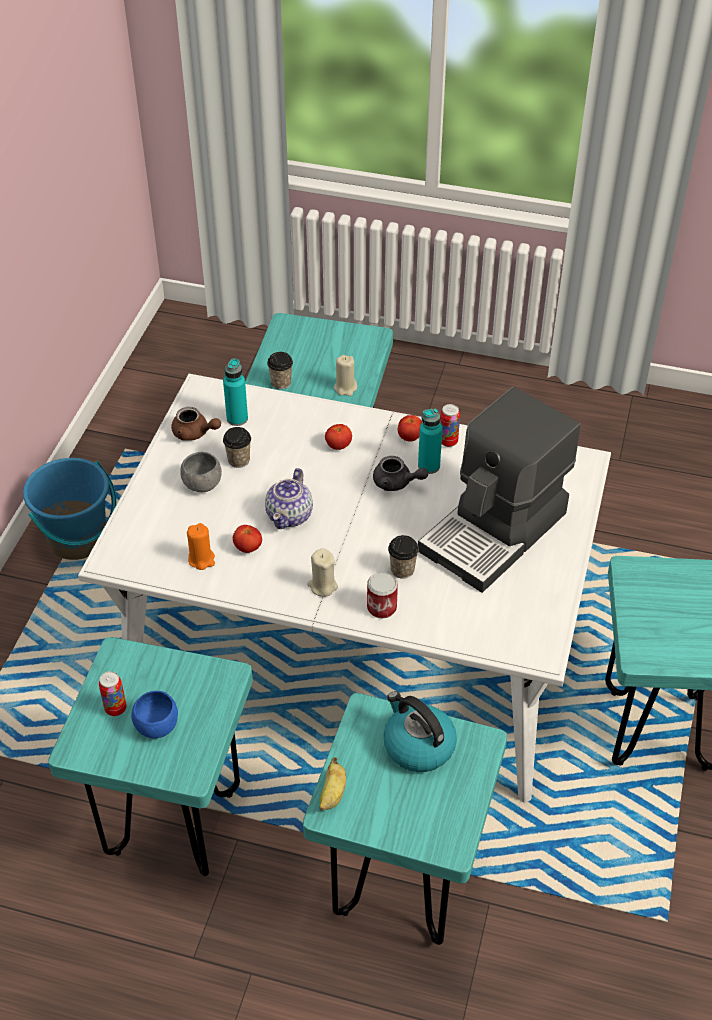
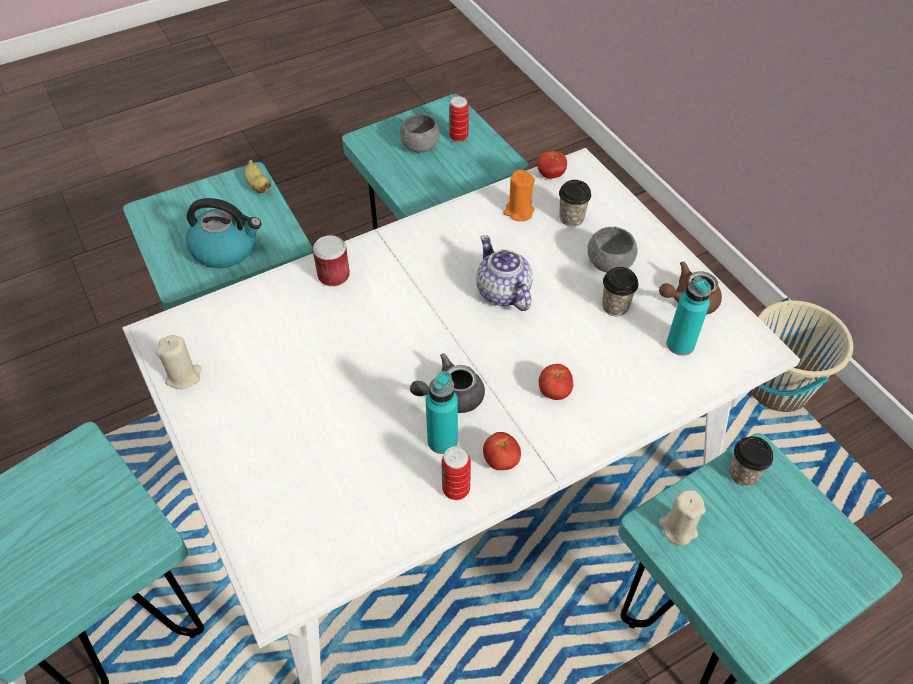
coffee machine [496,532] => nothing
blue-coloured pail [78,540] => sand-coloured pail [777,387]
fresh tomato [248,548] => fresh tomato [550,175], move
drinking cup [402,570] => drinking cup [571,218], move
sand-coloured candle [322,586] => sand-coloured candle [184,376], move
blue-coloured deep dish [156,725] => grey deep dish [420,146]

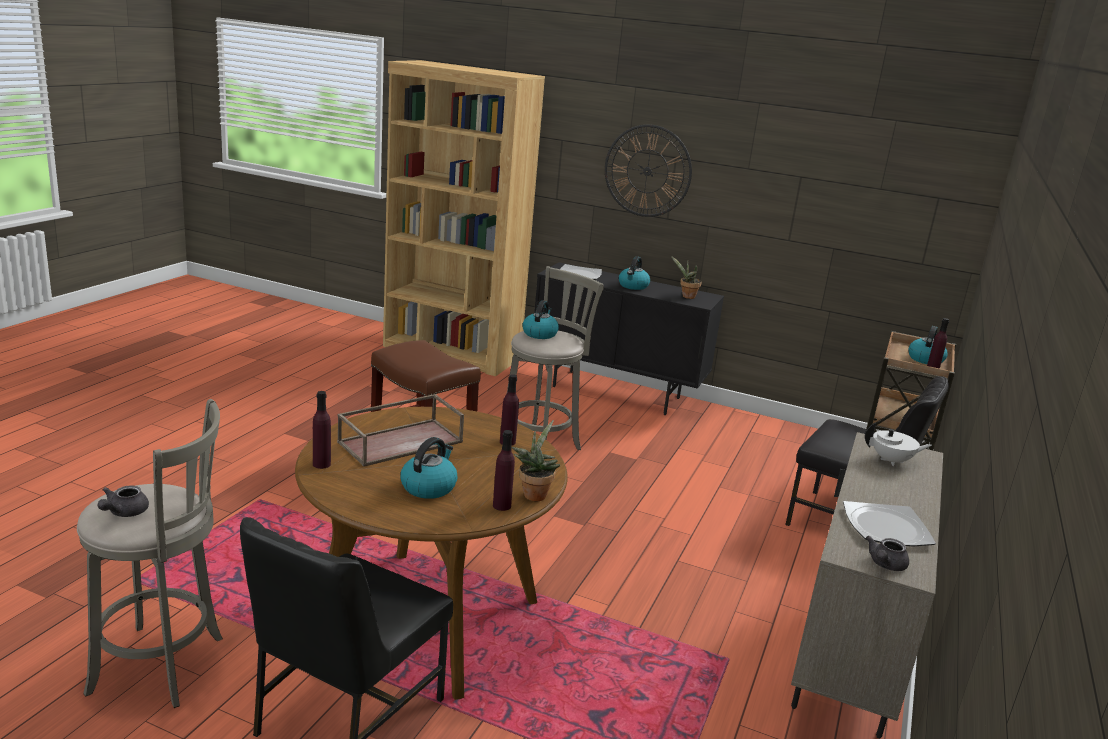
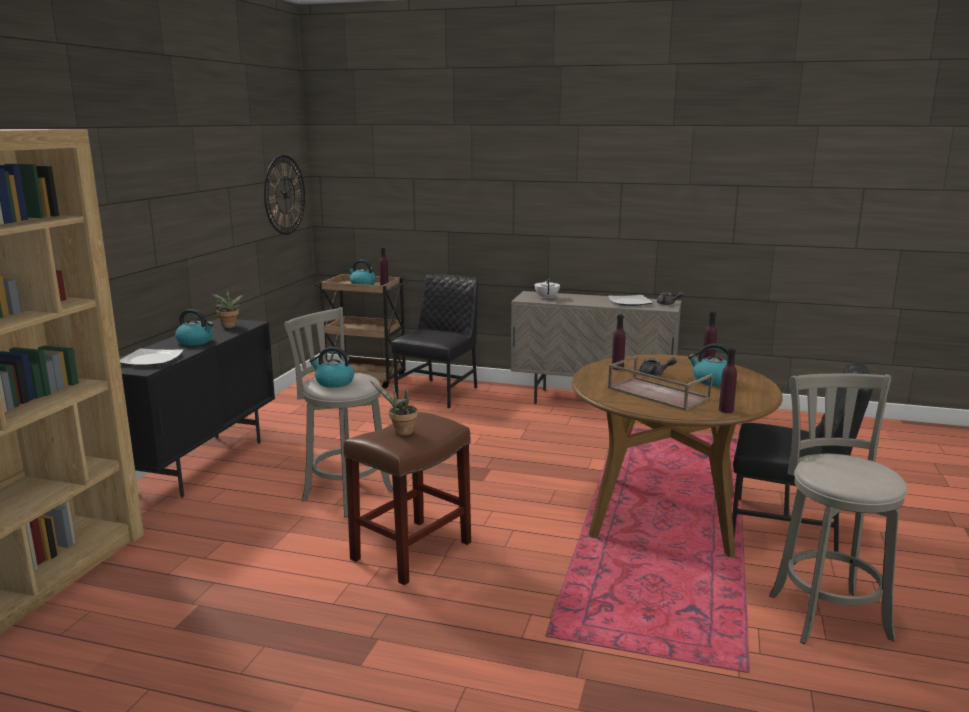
clock on the wall [647,171] => clock on the wall [285,195], move
plant in a pot [534,494] => plant in a pot [401,432], move
grey tea pot [124,512] => grey tea pot [655,374], move

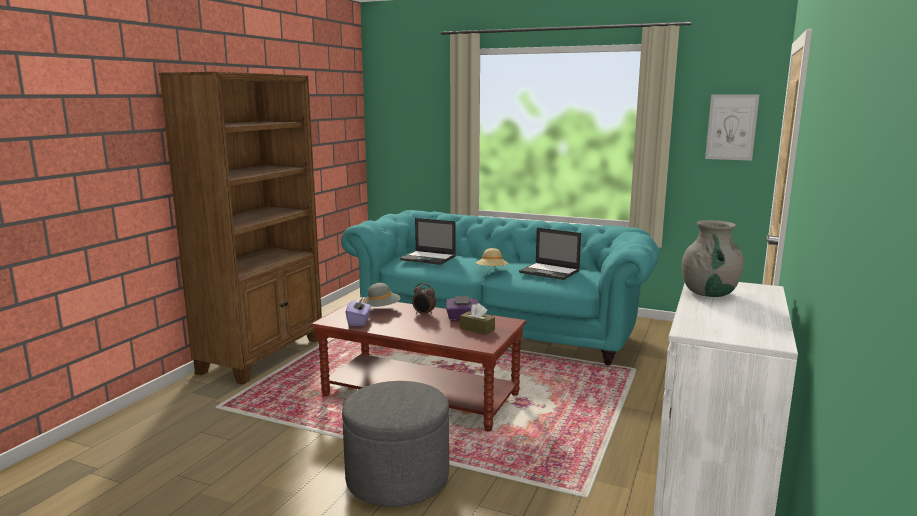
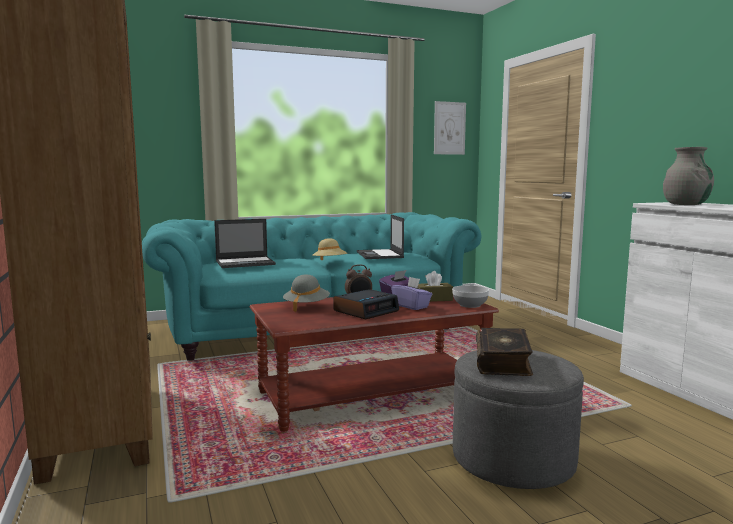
notebook computer [550,271] => notebook computer [380,255], 90 degrees clockwise
purple-coloured tissue holder [359,321] => purple-coloured tissue holder [411,306], move
nothing => deep dish [470,305]
nothing => alarm clock [366,311]
nothing => book [503,361]

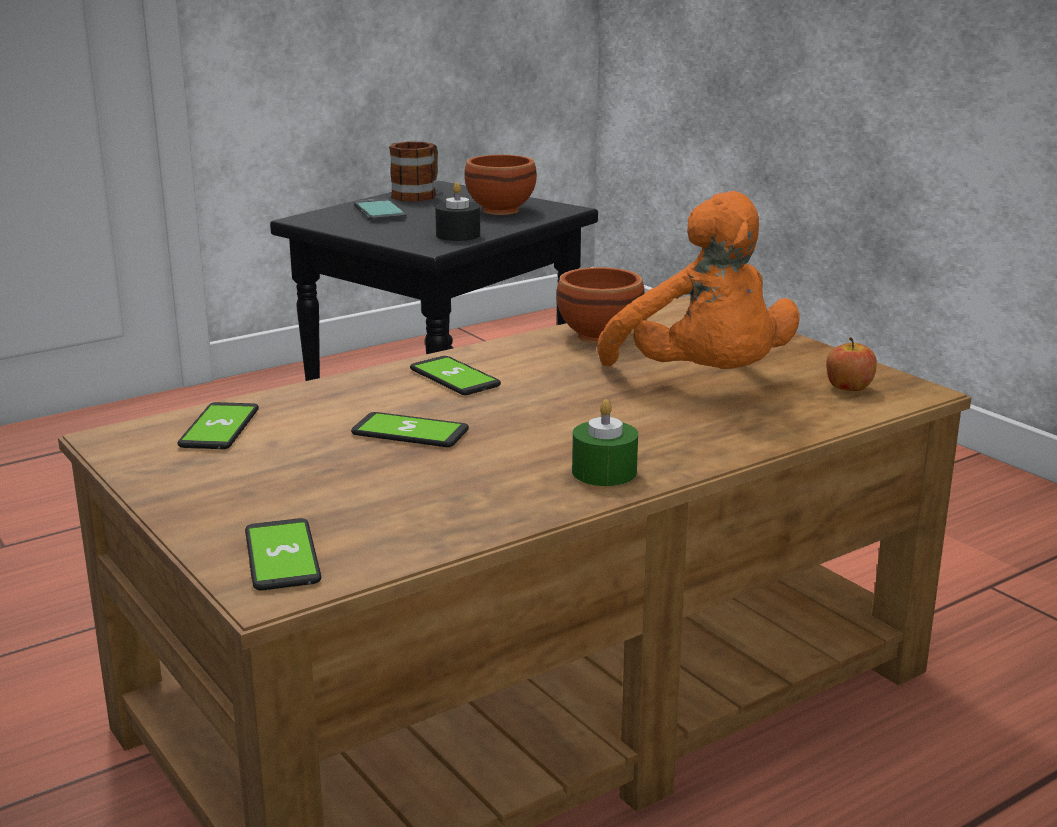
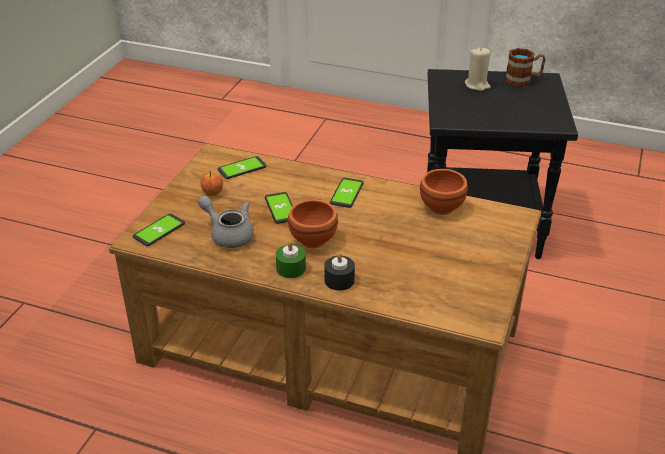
brown deep dish [500,210] => brown deep dish [314,239], move
black-coloured candle [458,235] => black-coloured candle [339,280], move
orange cuddly toy [703,381] => nothing
handset [379,212] => sand-coloured candle [477,85]
whole apple [849,388] => whole apple [212,192], move
nothing => grey tea pot [228,234]

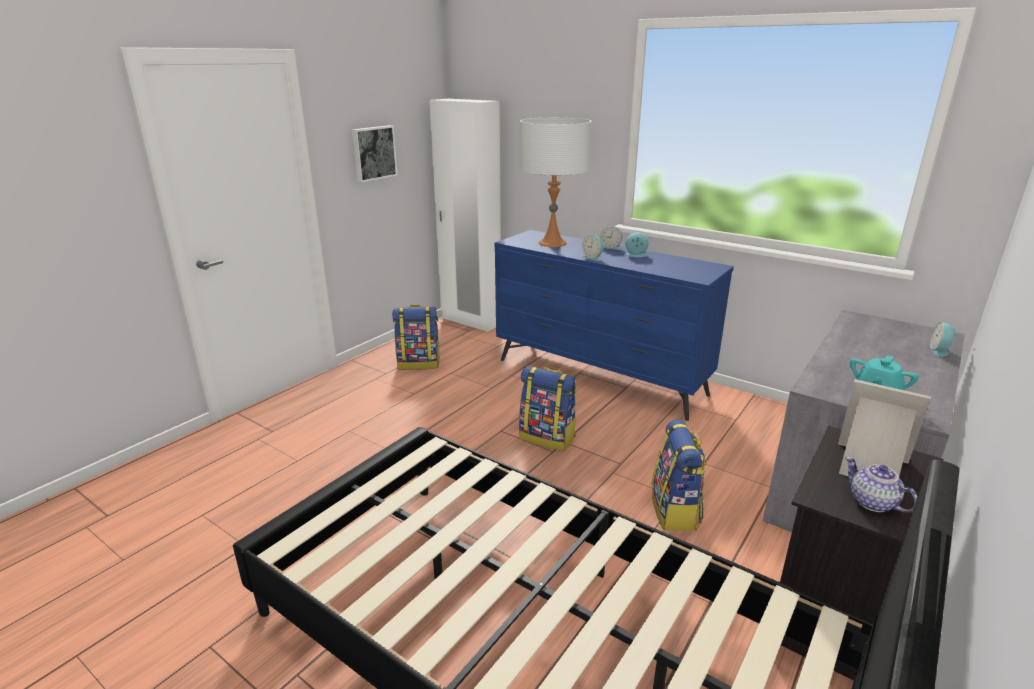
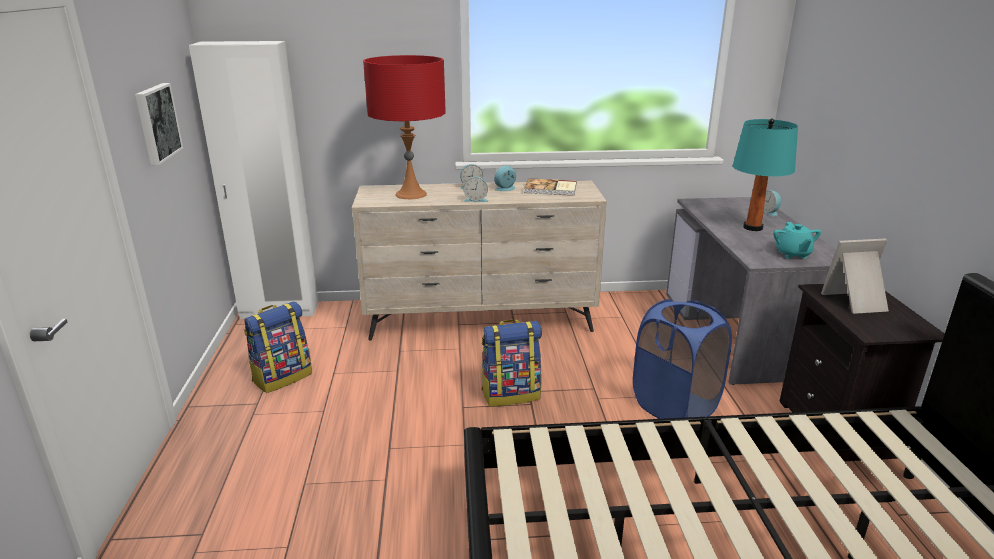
whitish table lamp [552,243] => red table lamp [411,194]
blue-coloured chest of drawers [599,377] => sand-coloured chest of drawers [481,322]
rucksack [675,511] => blue-coloured hamper [675,406]
tea pot [873,503] => nothing
nothing => blue-green table lamp [753,227]
nothing => book [551,189]

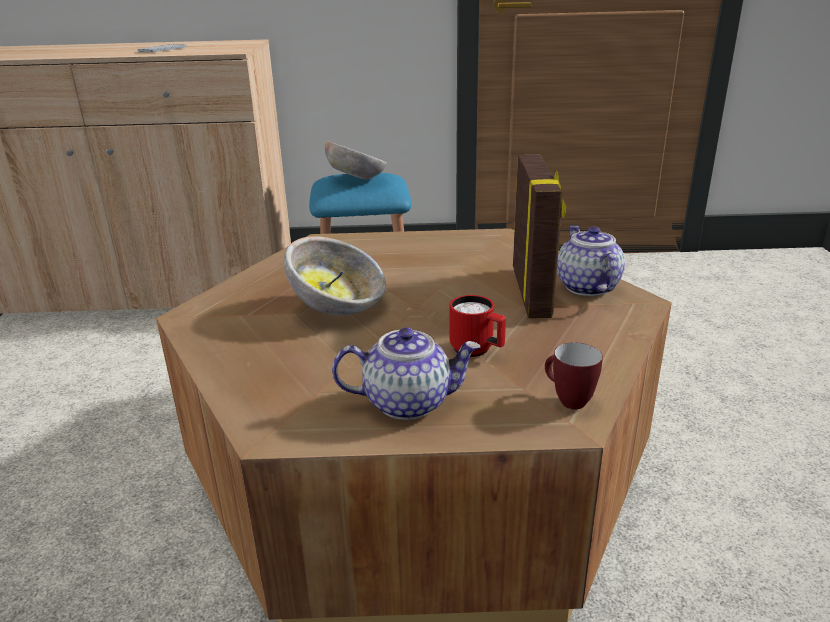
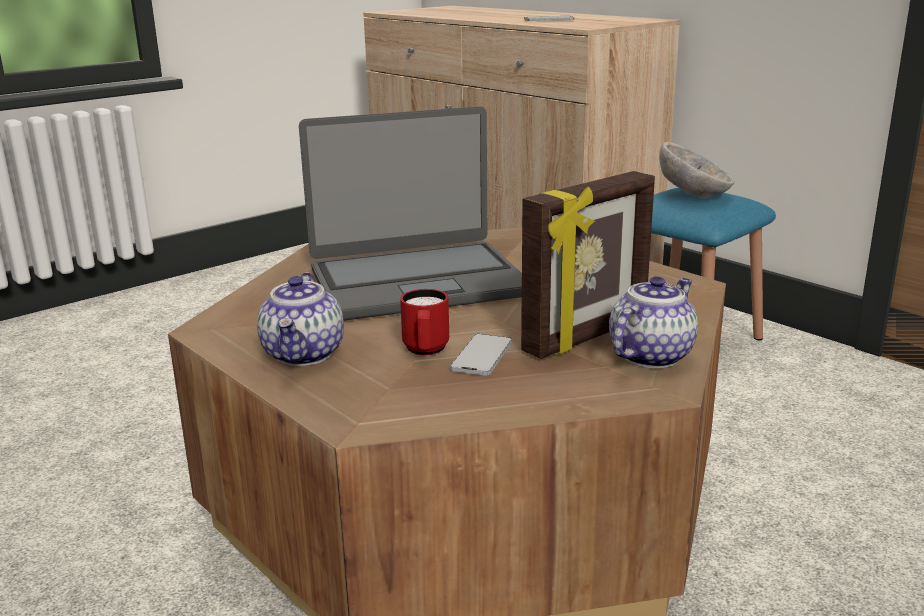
deep dish [339,307] => notebook computer [417,282]
tea pot [408,402] => tea pot [304,354], 45 degrees clockwise
coffee mug [567,400] => nothing
nothing => handset [482,356]

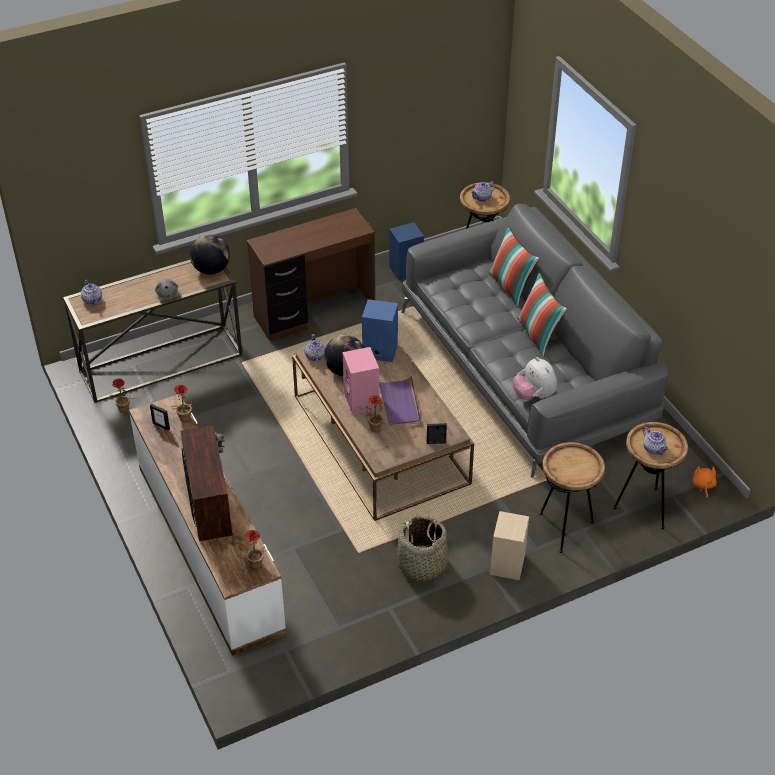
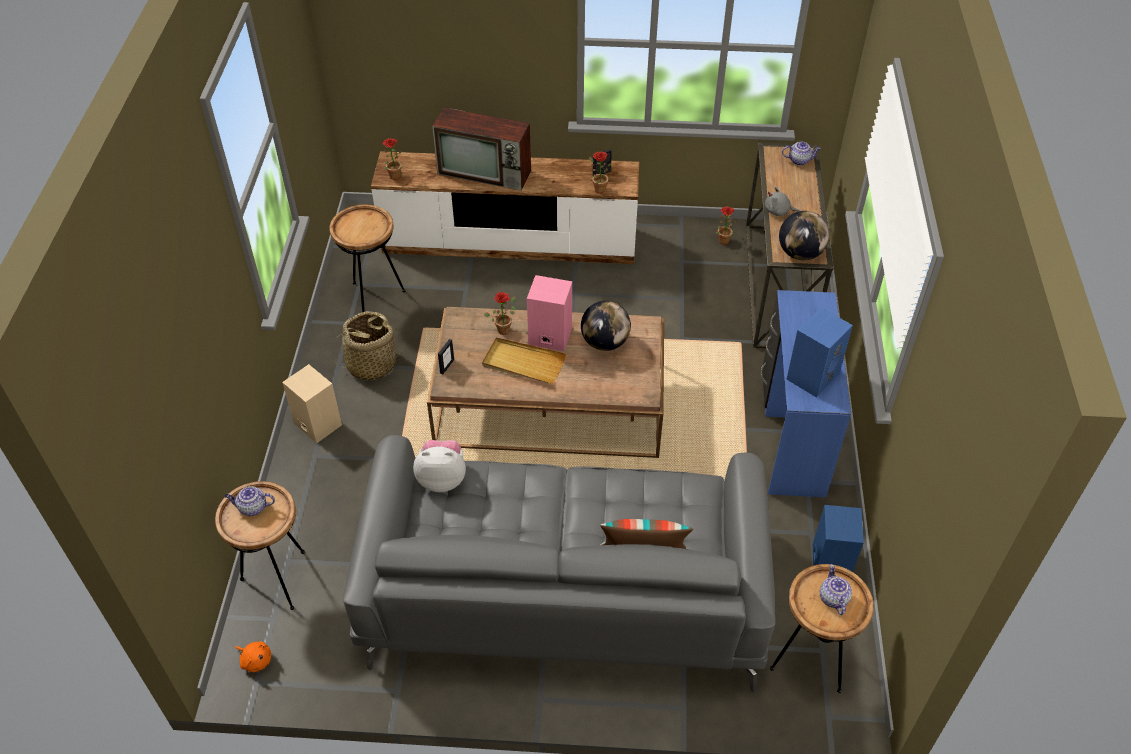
brown desk [315,313] => blue-coloured desk [790,434]
cushion [538,335] => nothing
blue-coloured speaker [379,351] => blue-coloured speaker [812,375], move
tea pot [315,356] => nothing
purple-coloured carrying tray [399,403] => sand-coloured carrying tray [523,363]
brown end table [564,529] => brown end table [374,297], move

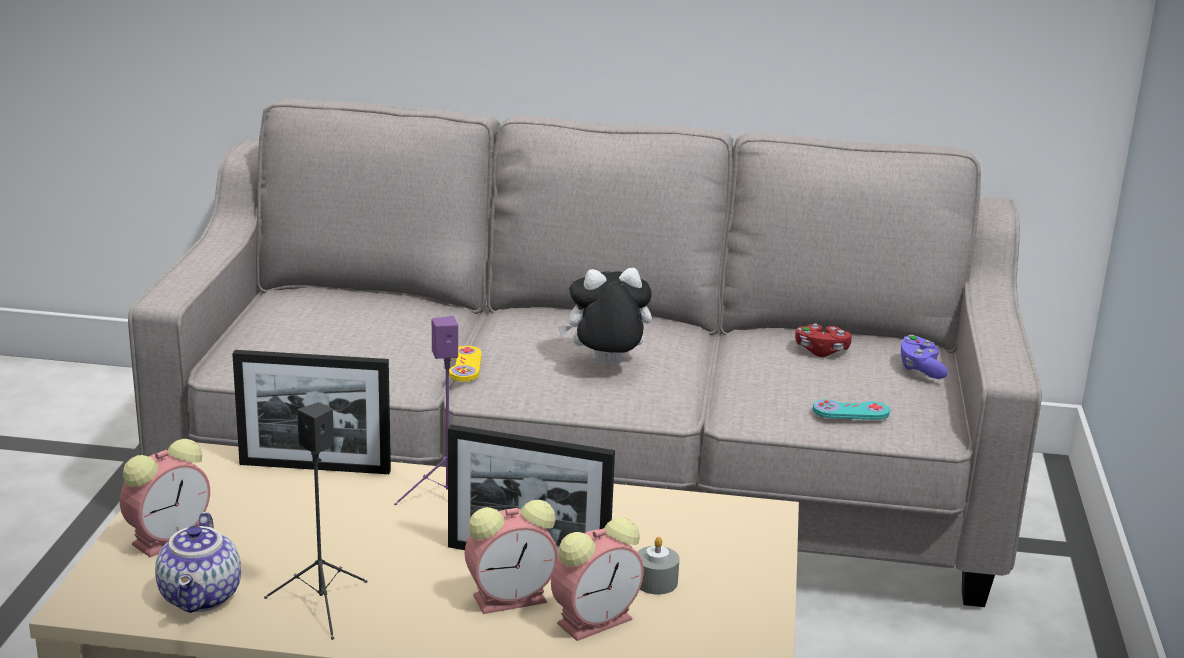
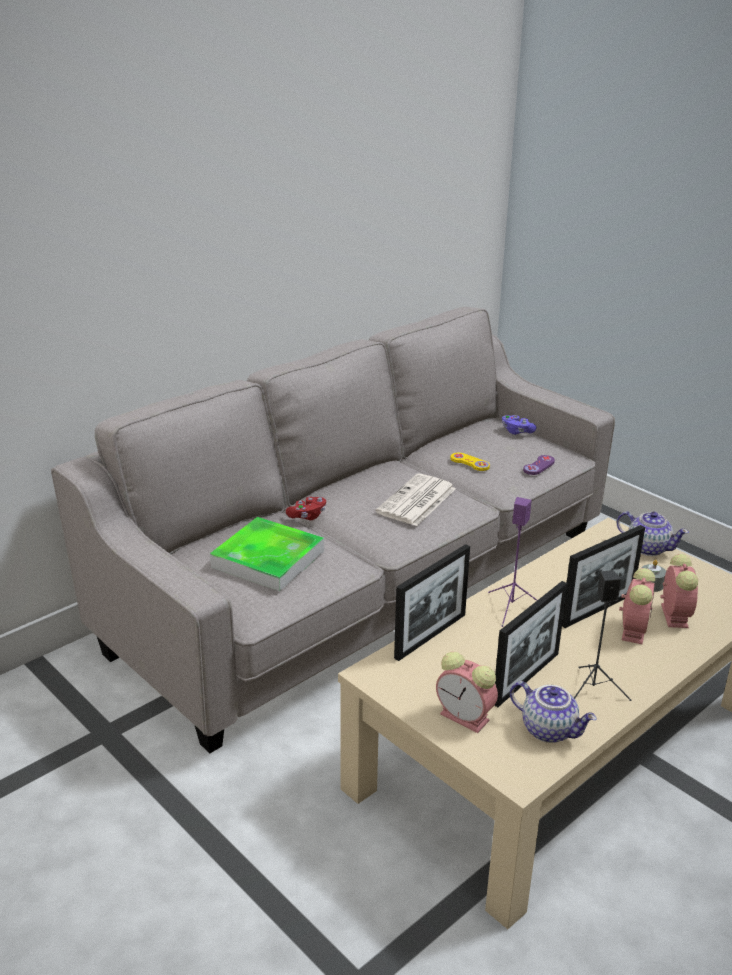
cuddly toy [606,365] => printed paper [416,501]
red joypad [821,351] => red joypad [307,516], move
yellow-coloured joypad [465,365] => yellow-coloured joypad [470,463], move
blue-green joypad [850,412] => purple-coloured joypad [539,466]
alarm clock [170,537] => alarm clock [466,717], 135 degrees clockwise
nothing => tea pot [647,548]
nothing => carrying tray [268,559]
nothing => picture frame [526,678]

